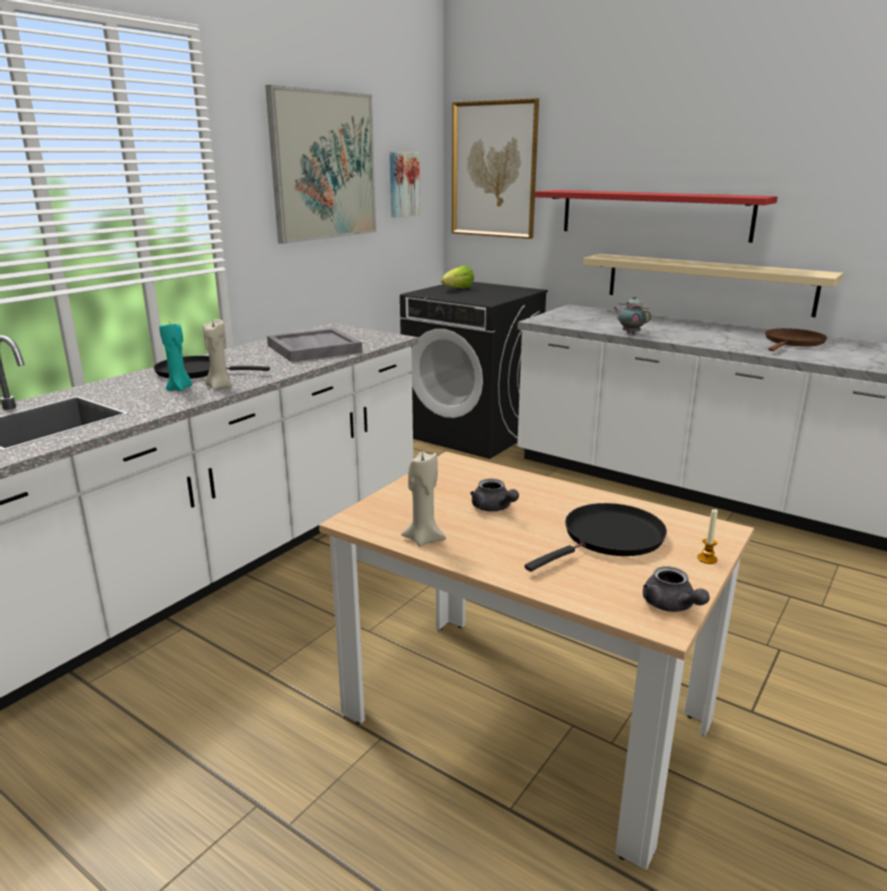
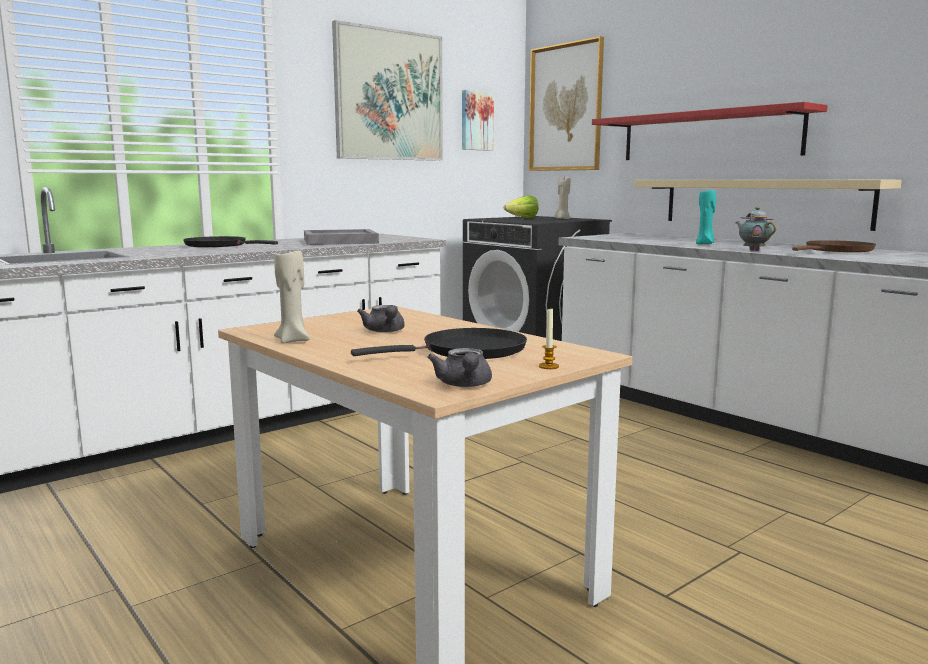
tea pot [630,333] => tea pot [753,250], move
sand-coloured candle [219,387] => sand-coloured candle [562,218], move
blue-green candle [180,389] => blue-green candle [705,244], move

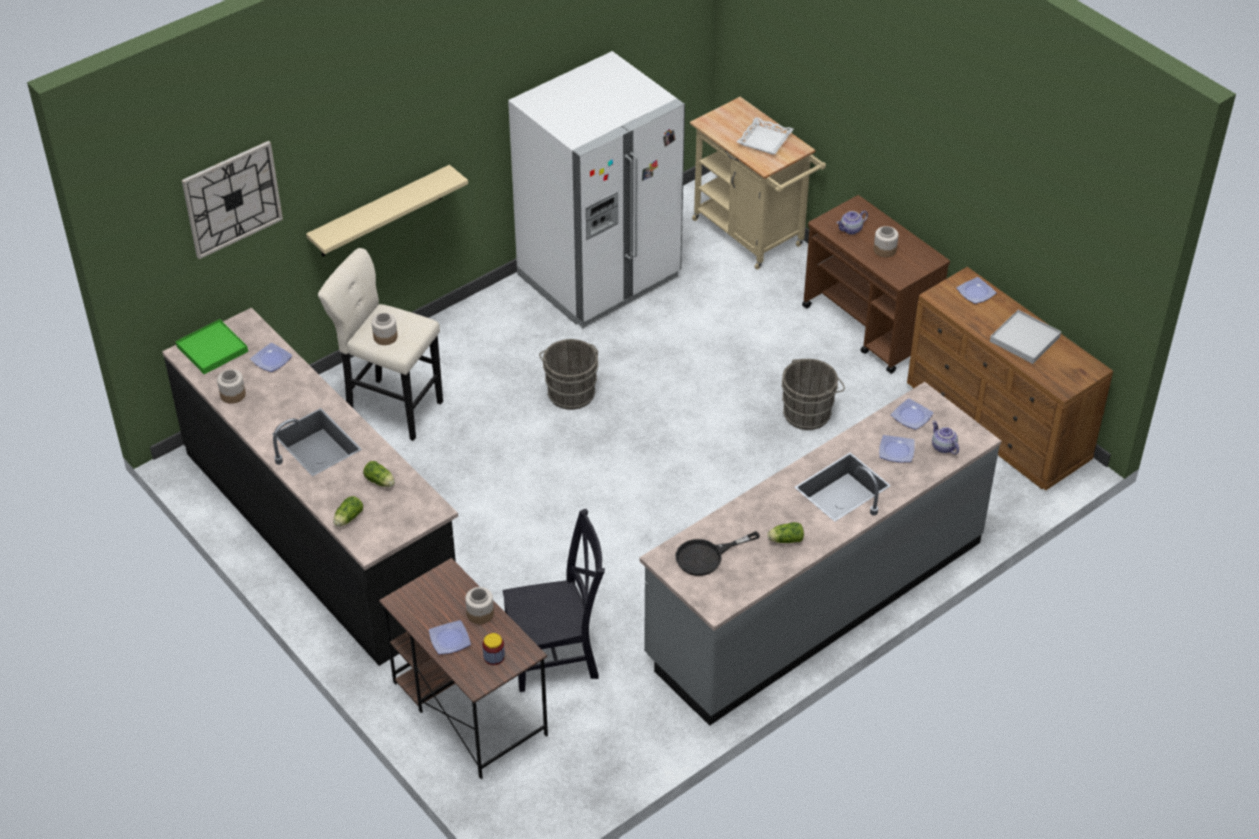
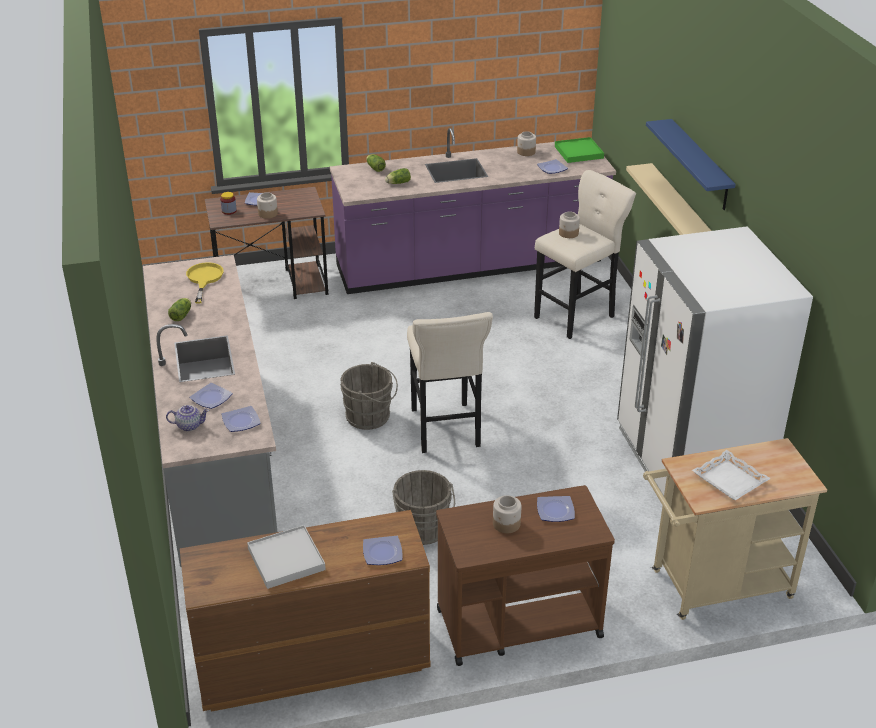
clock on the wall [232,199] => nothing
tea pot [851,230] => plate [554,511]
black-coloured counter [320,531] => purple-coloured counter [470,266]
grey pail [570,391] => grey pail [370,417], move
black-coloured chair [557,656] => nothing
black-coloured frying pan [707,556] => yellow-coloured frying pan [204,279]
nothing => blue-coloured wall shelf [700,165]
nothing => sand-coloured stool [445,431]

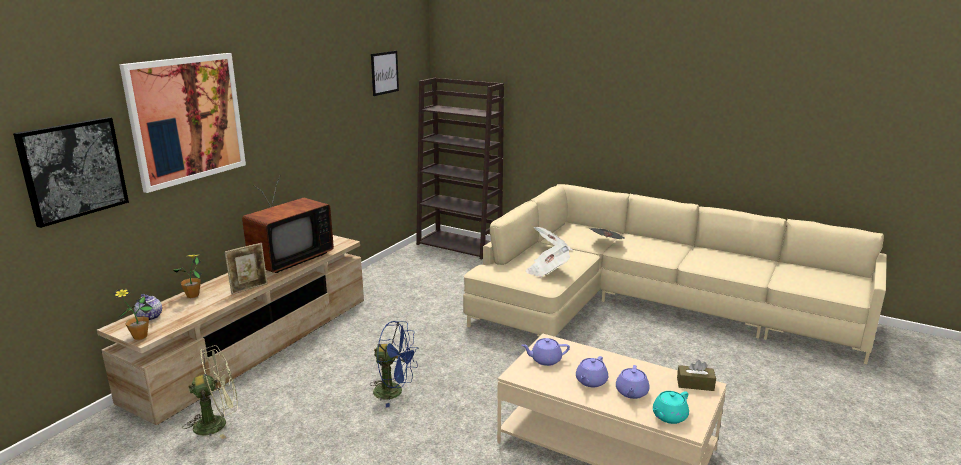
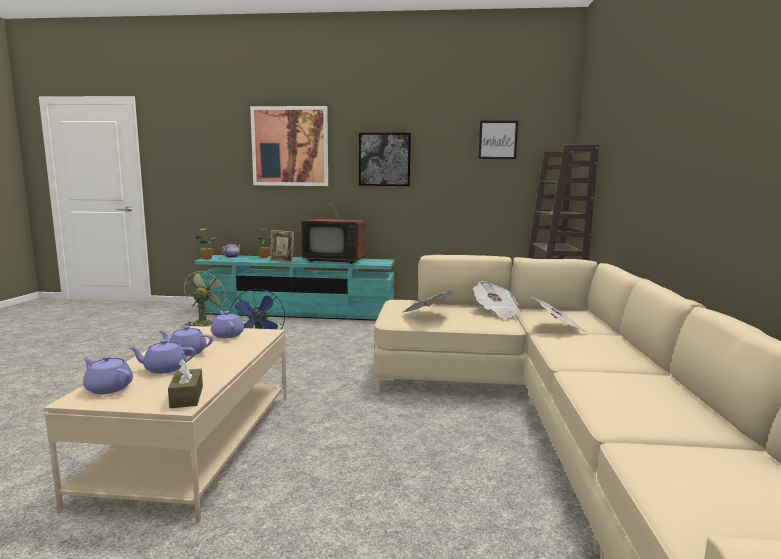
wall art [73,170] => wall art [384,159], move
sand-coloured tv unit [256,347] => blue-green tv unit [298,312]
greenish cooling fan [217,423] => greenish cooling fan [204,323], 120 degrees counterclockwise
blue-green tea pot [669,416] => purple-coloured tea pot [108,388]

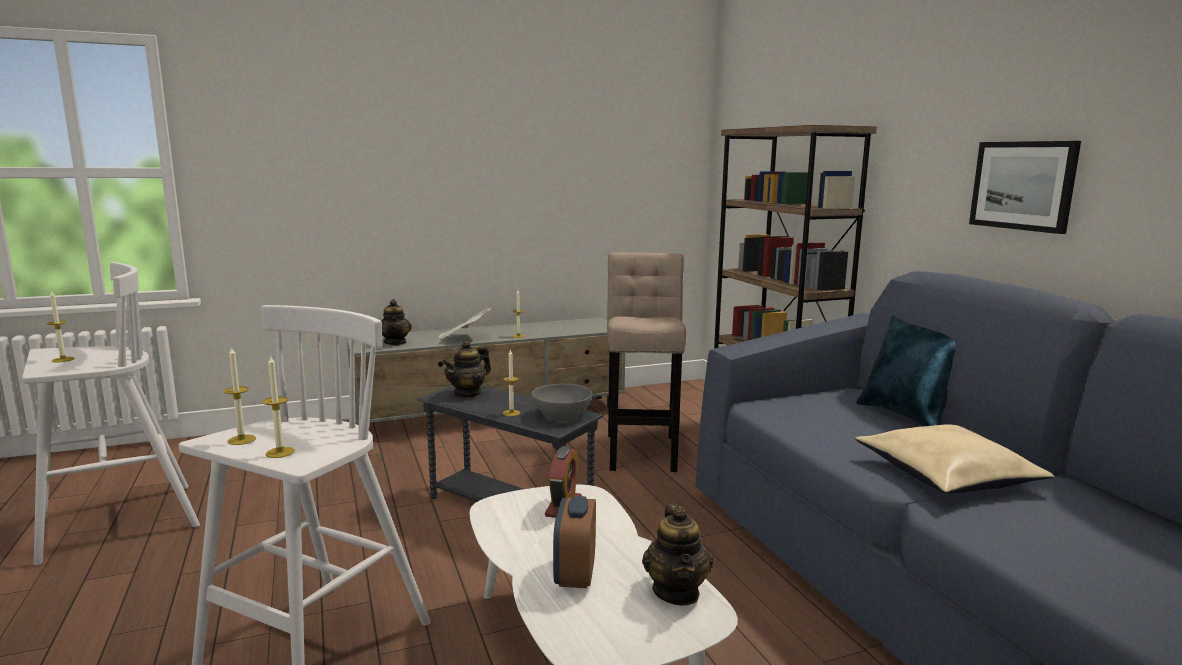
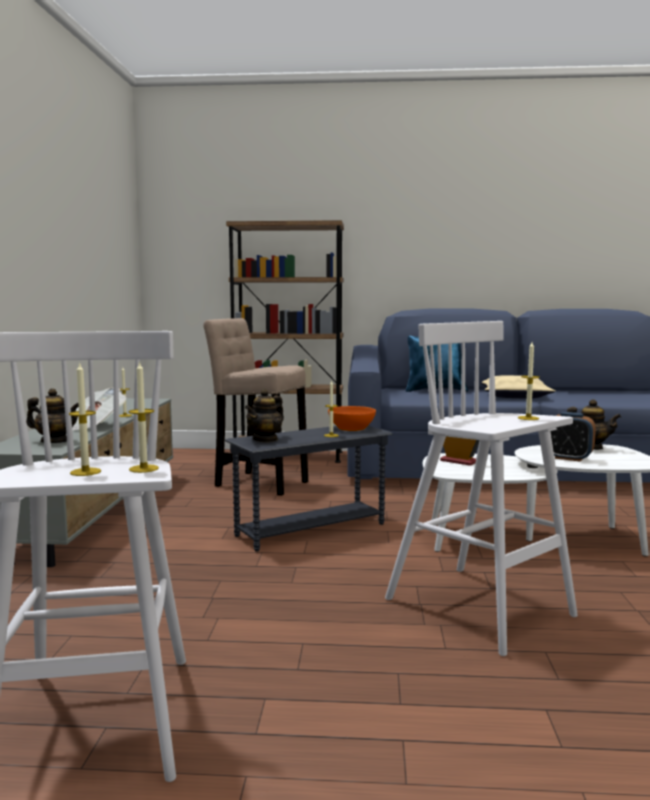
wall art [1023,185] => nothing
tea pot [468,393] => tea pot [265,439], 60 degrees clockwise
candle [241,440] => candle [143,468], move
grey deep dish [562,415] => orange deep dish [352,428]

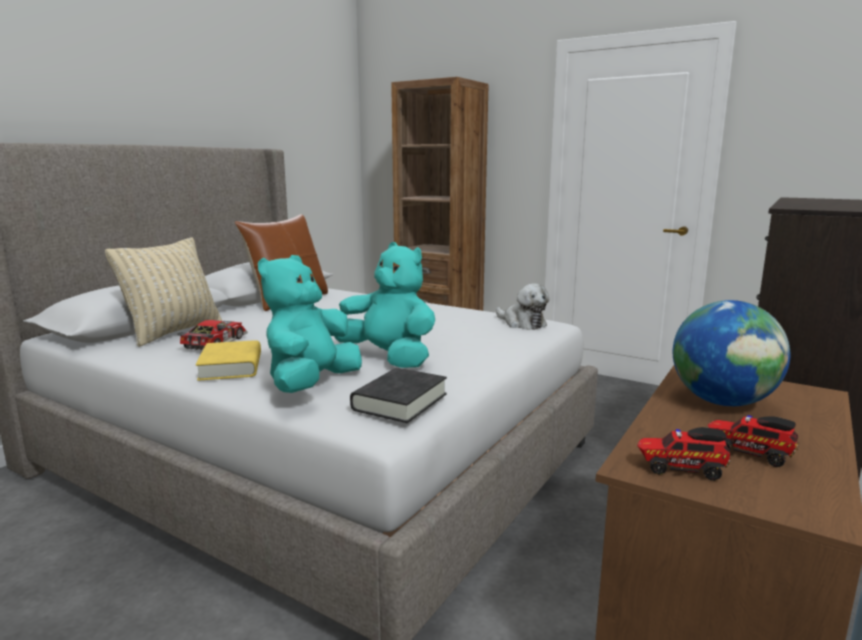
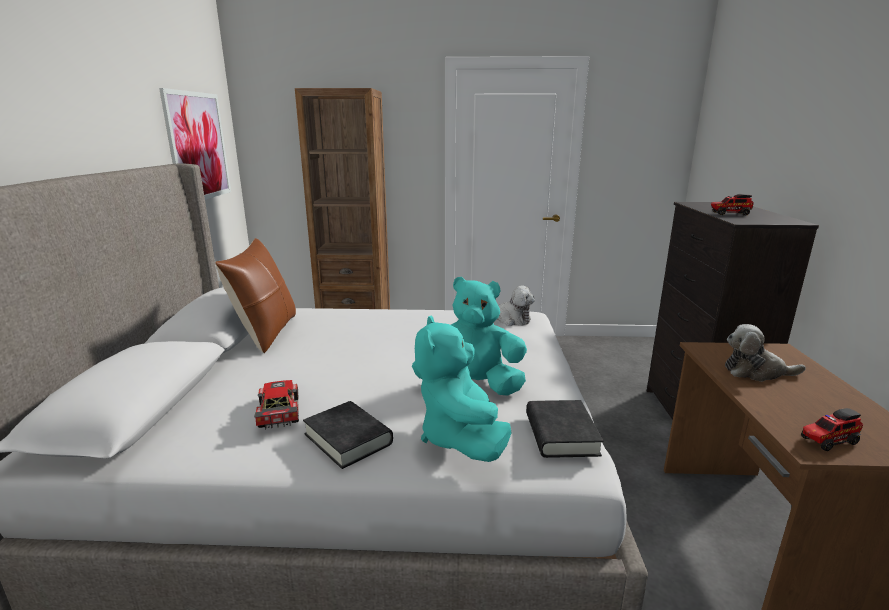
sand-coloured cushion [173,332] => nothing
desk globe [722,402] => cuddly toy [756,372]
yellow-coloured book [231,367] => black-coloured book [348,439]
model truck [748,453] => model truck [729,214], move
nothing => wall art [198,146]

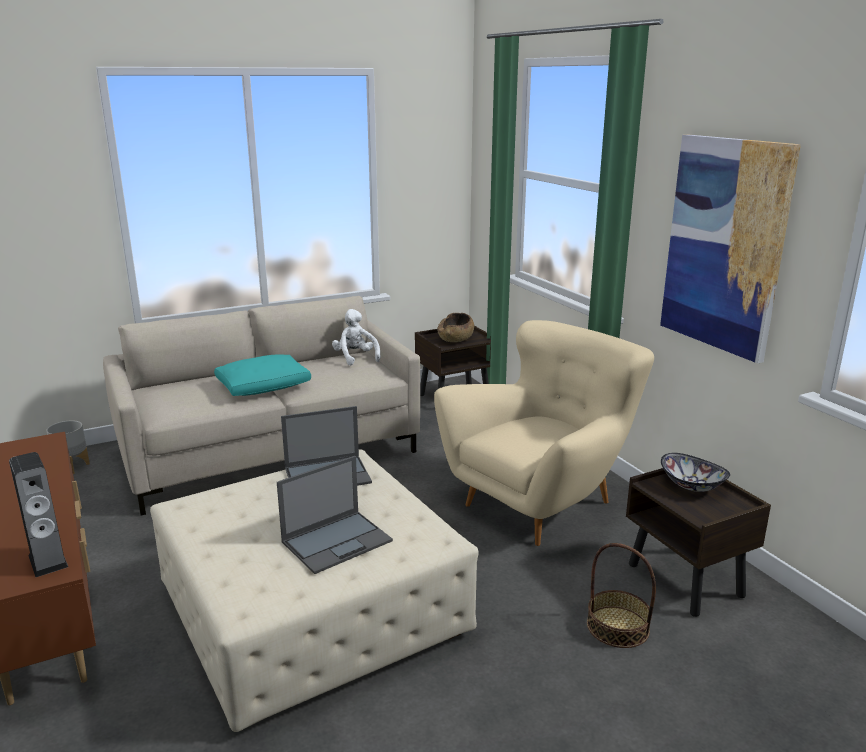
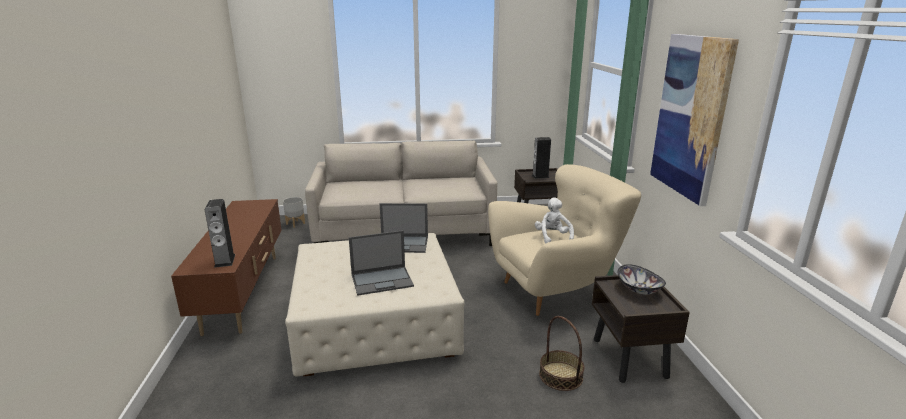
whitish cuddly toy [355,358] => whitish cuddly toy [552,237], move
brown deep dish [456,339] => speaker [540,176]
blue-green cushion [264,386] => nothing

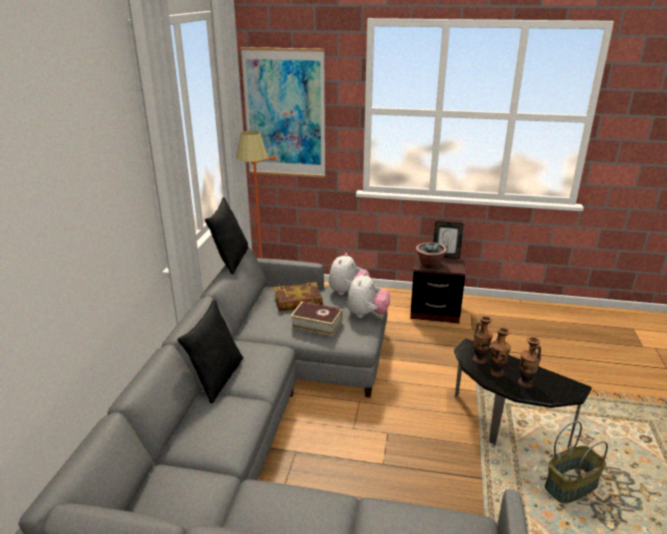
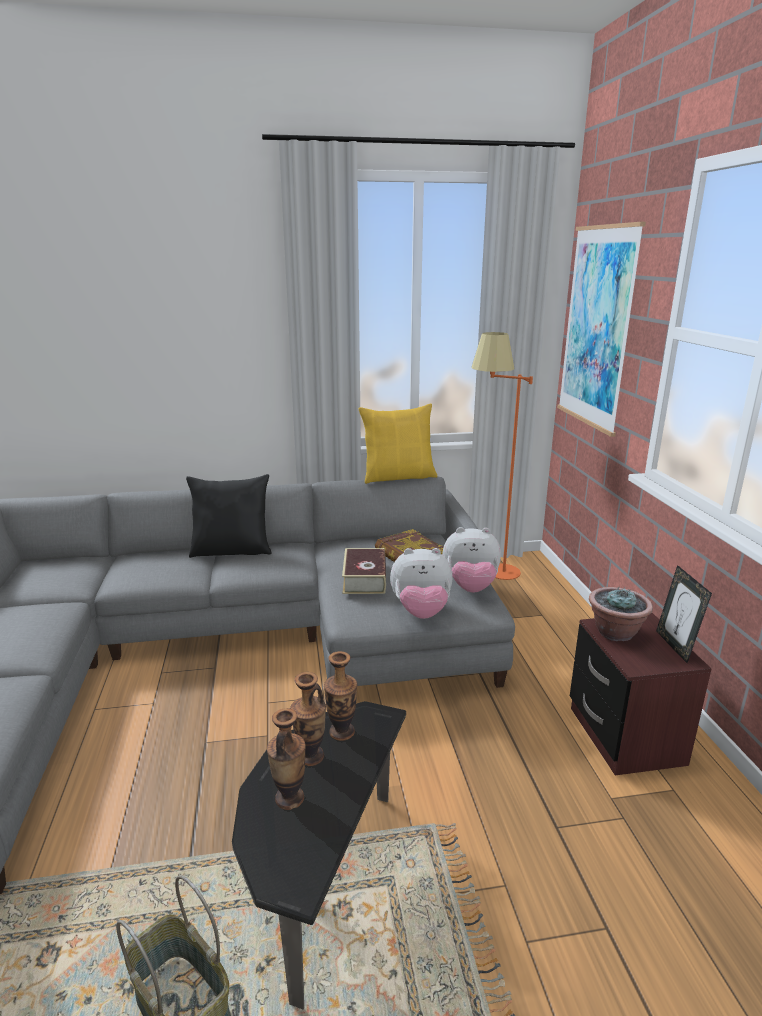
black-coloured cushion [231,260] => yellow-coloured cushion [398,477]

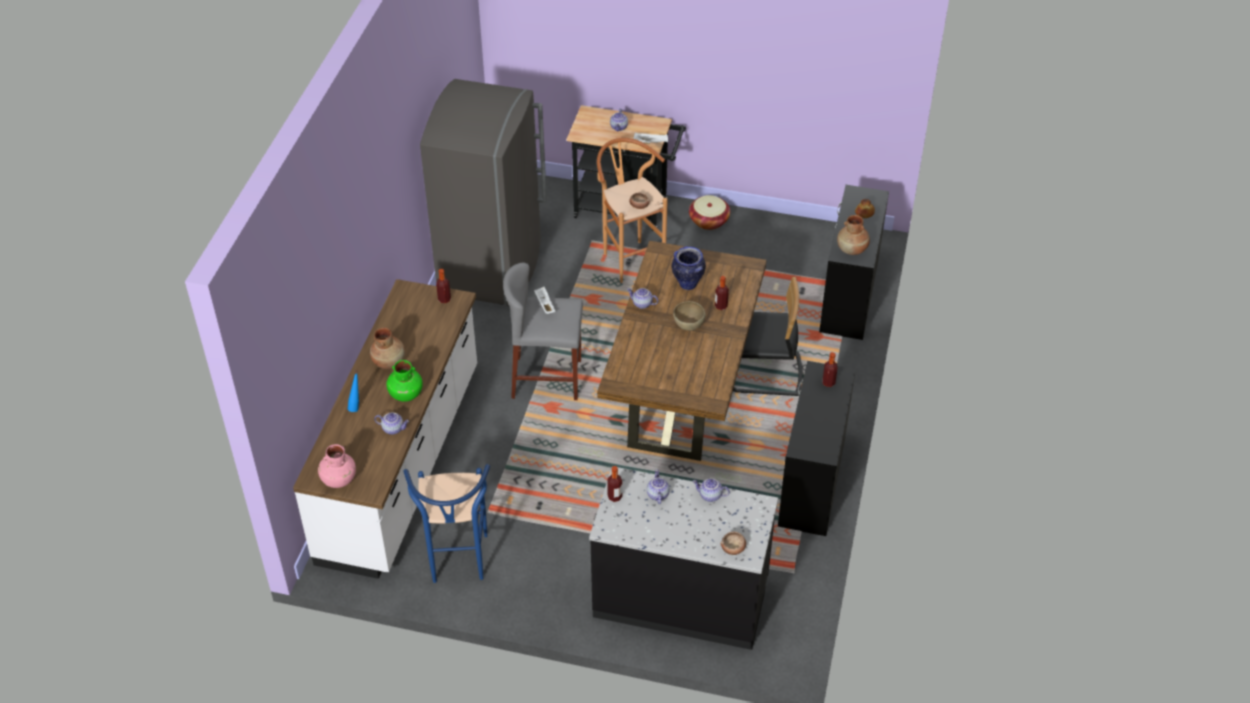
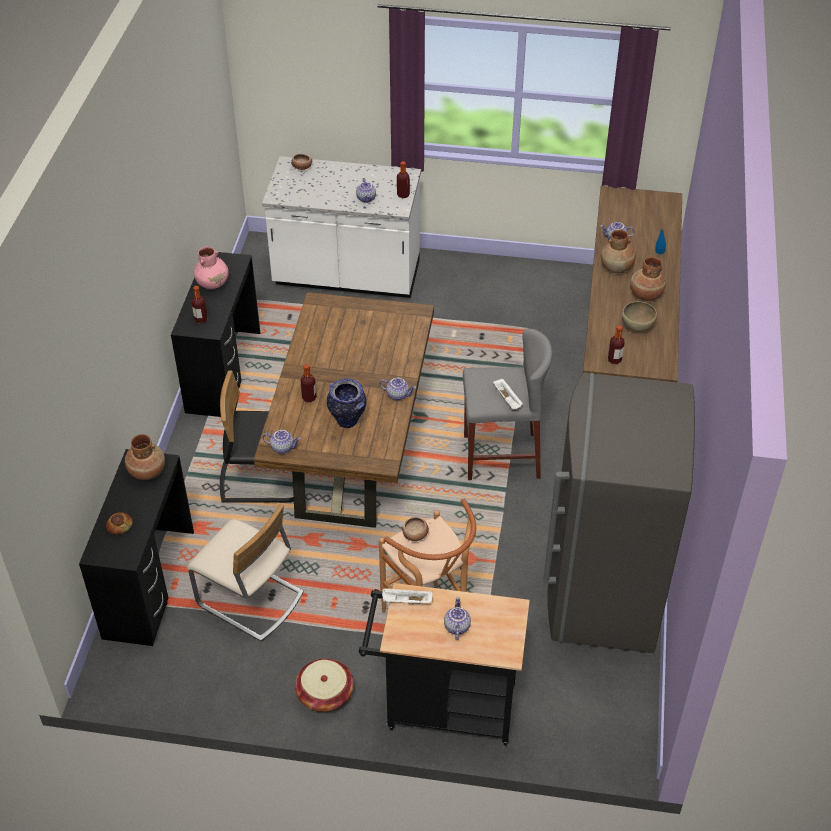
brown deep dish [688,326] => brown deep dish [637,328], move
greenish vase [405,394] => brown vase [616,267]
pink-coloured vase [338,479] => pink-coloured vase [213,283], move
blue-coloured stool [458,564] => nothing
black-coloured counter [681,598] => whitish counter [346,277]
tea pot [710,496] => tea pot [282,447], move
nothing => sand-coloured chair [249,600]

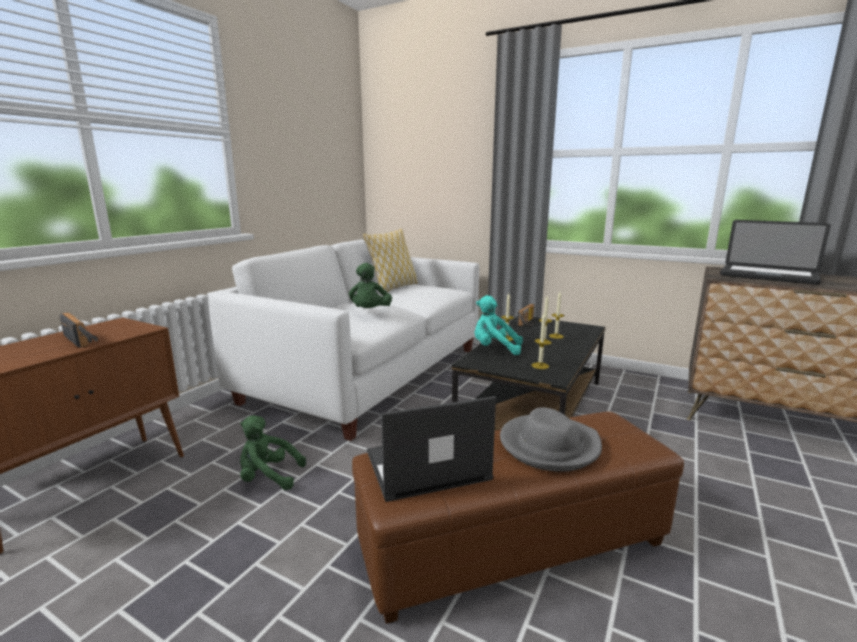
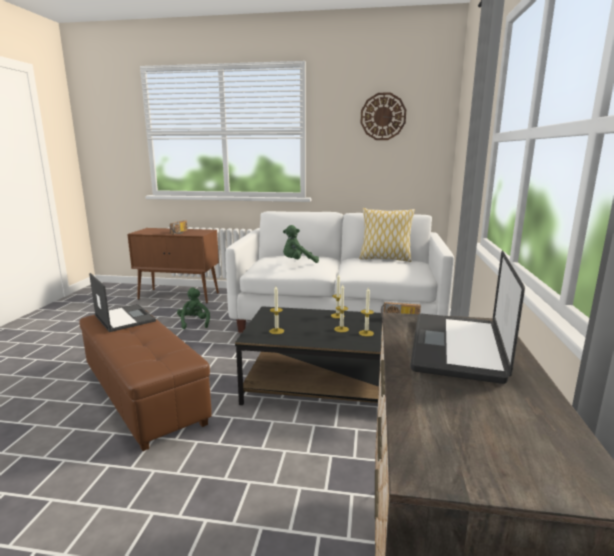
blue-green cuddly toy [494,349] => nothing
grey wearable hat [549,445] => nothing
nothing => clock on the wall [383,116]

